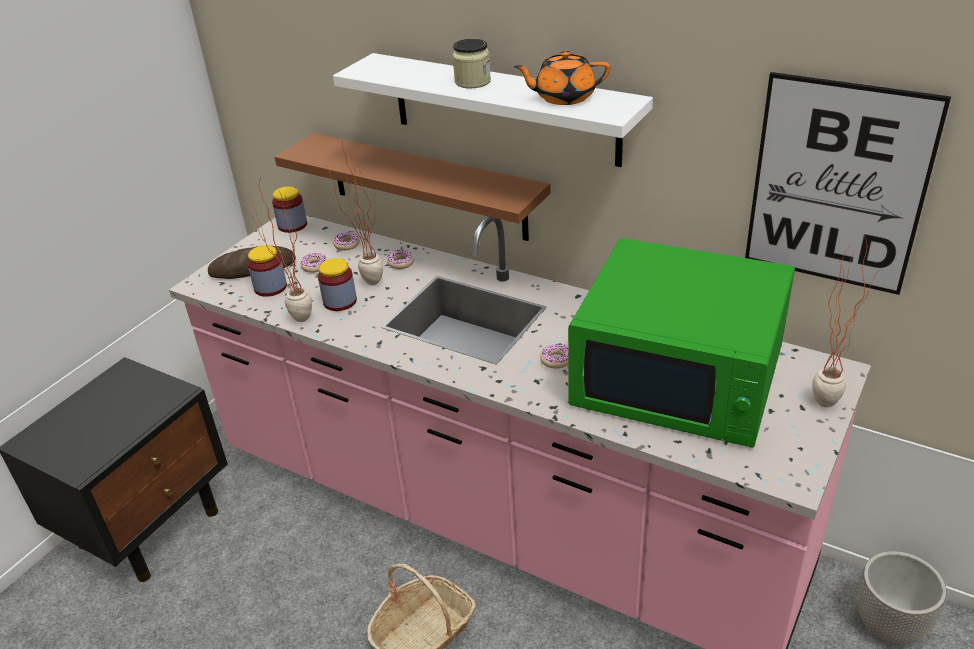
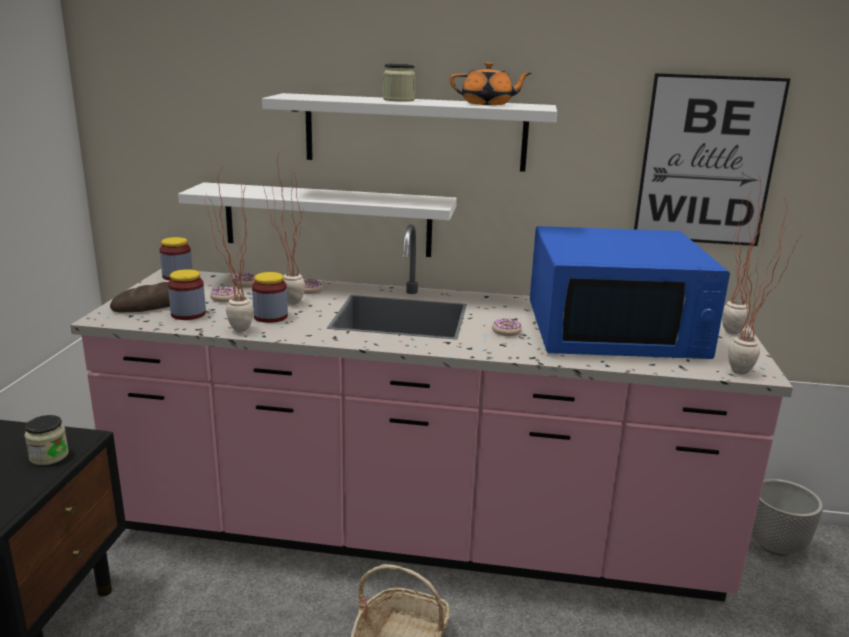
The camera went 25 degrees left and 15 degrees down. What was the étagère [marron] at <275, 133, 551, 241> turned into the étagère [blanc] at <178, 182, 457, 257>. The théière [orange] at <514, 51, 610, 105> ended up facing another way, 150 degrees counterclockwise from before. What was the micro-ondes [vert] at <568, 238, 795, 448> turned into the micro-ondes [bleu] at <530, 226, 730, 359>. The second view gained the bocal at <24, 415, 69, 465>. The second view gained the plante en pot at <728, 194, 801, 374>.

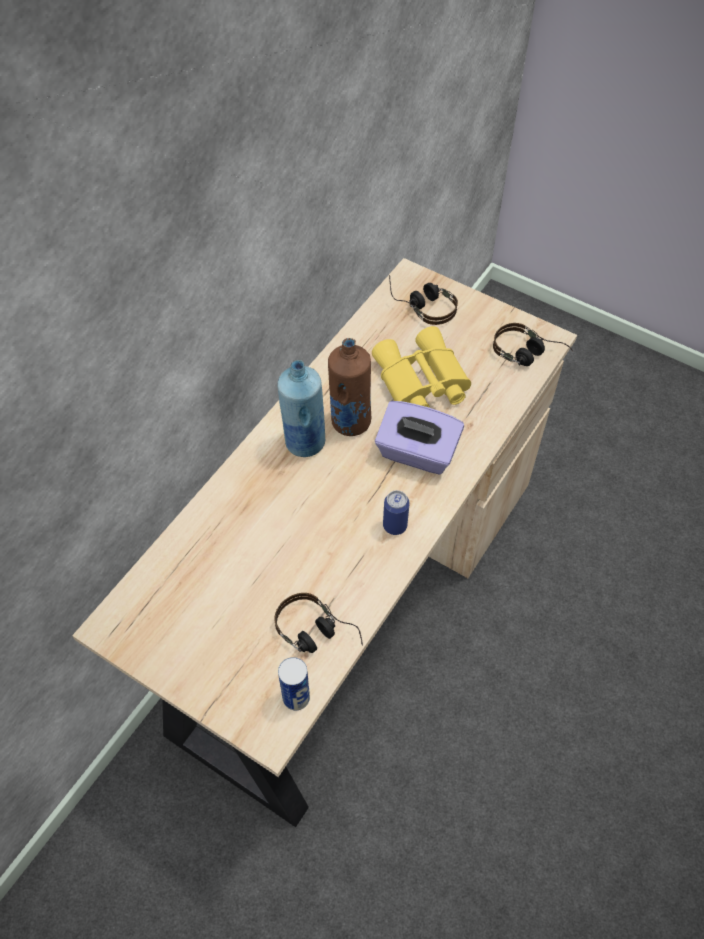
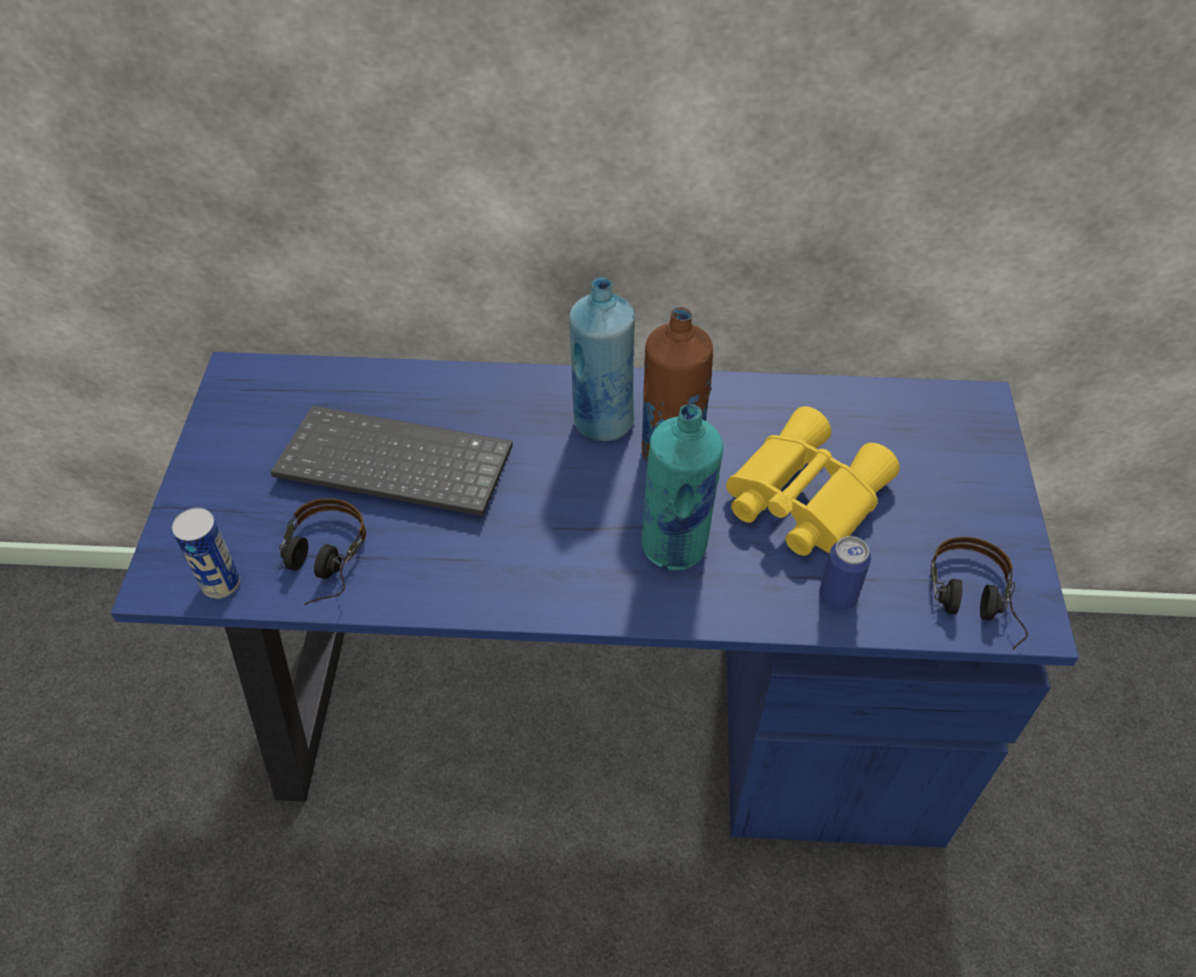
The camera went 60 degrees right and 5 degrees down. What was the bureau [beige] at <72, 258, 577, 827> turned into the bureau [bleu] at <111, 352, 1079, 848>. Where the boîte à mouchoirs [violet] stood at <375, 401, 464, 475>, the bouteille [turquoise] came to stand at <642, 404, 723, 570>. The boîte métallique ended up elsewhere, having gone from <383, 490, 410, 535> to <819, 536, 871, 610>. The second view lost the casque audio at <389, 275, 458, 325>. The second view gained the clavier at <271, 406, 513, 516>.

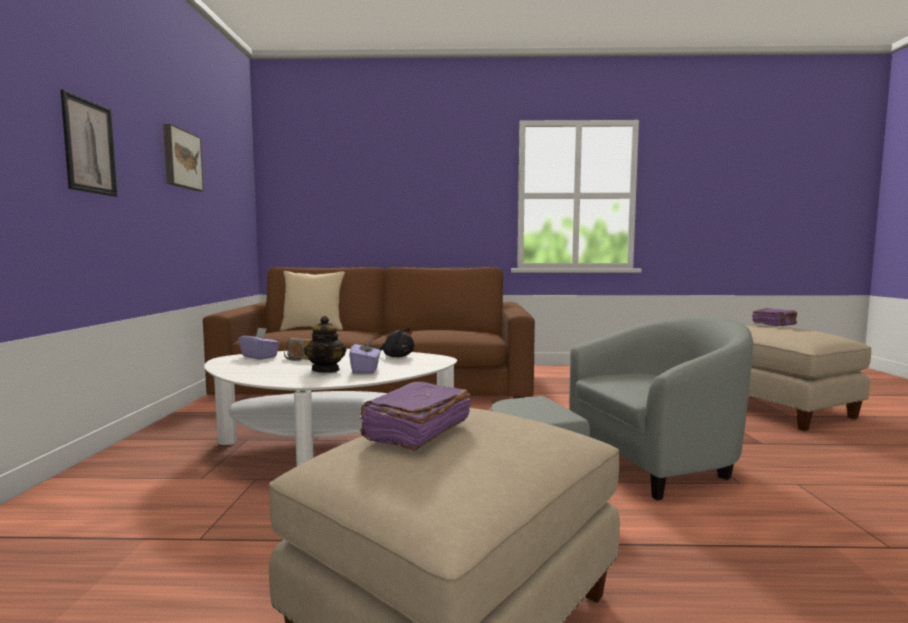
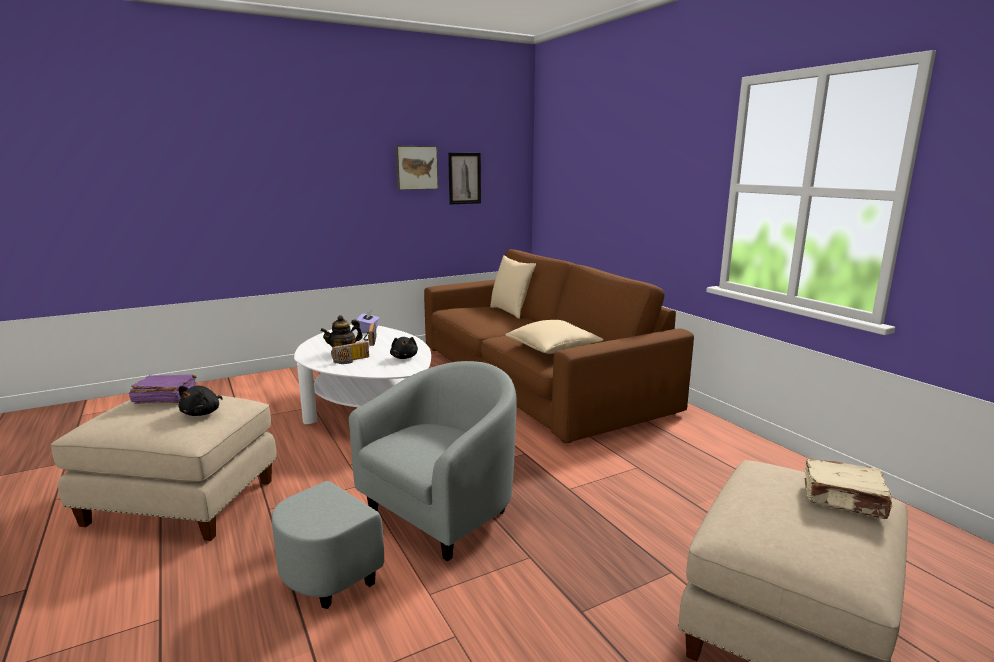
The camera went 60 degrees right and 10 degrees up. The tableau ended up elsewhere, having gone from <60, 90, 117, 197> to <448, 153, 481, 204>. Where the boîte à mouchoirs [violet] stood at <349, 338, 381, 374>, the radio came to stand at <331, 341, 369, 364>. The fauteuil [gris] at <491, 316, 753, 500> ended up facing another way, 90 degrees counterclockwise from before. What was the livre [violet] at <752, 308, 797, 326> turned into the livre [beige] at <804, 458, 893, 519>. The second view gained the peluche [noir] at <178, 386, 223, 416>. The second view gained the coussin [beige] at <505, 320, 603, 354>.

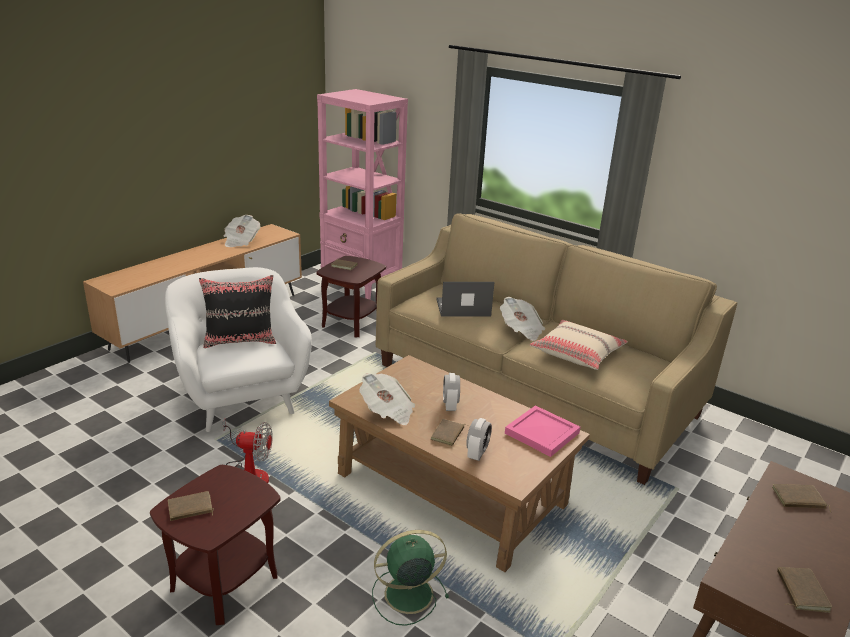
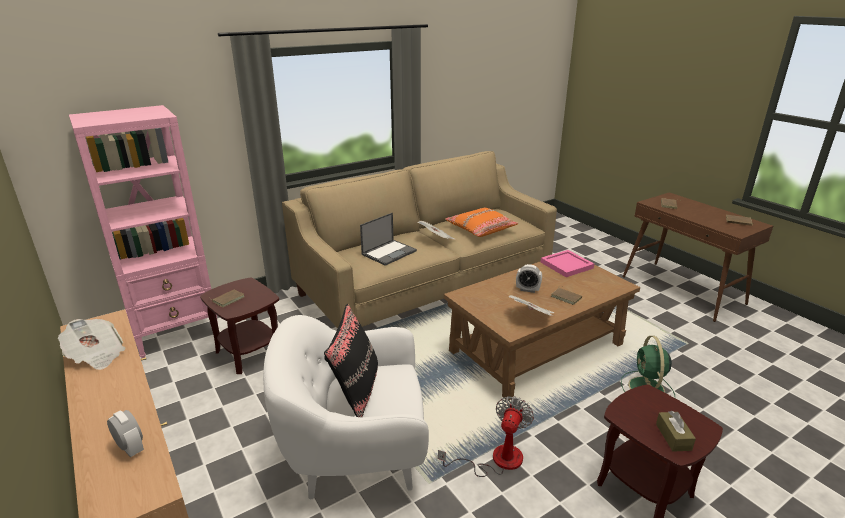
The camera went 70 degrees left and 0 degrees up. Where the livre [marron] stood at <168, 491, 214, 521>, the boîte à mouchoirs [marron] came to stand at <656, 411, 696, 452>. The ordinateur portable at <436, 282, 494, 317> ended up facing another way, 150 degrees counterclockwise from before. The réveil ended up elsewhere, having gone from <466, 418, 492, 461> to <107, 410, 144, 457>. What was the coussin [beige] at <529, 320, 628, 370> turned into the coussin [orange] at <445, 208, 519, 237>.

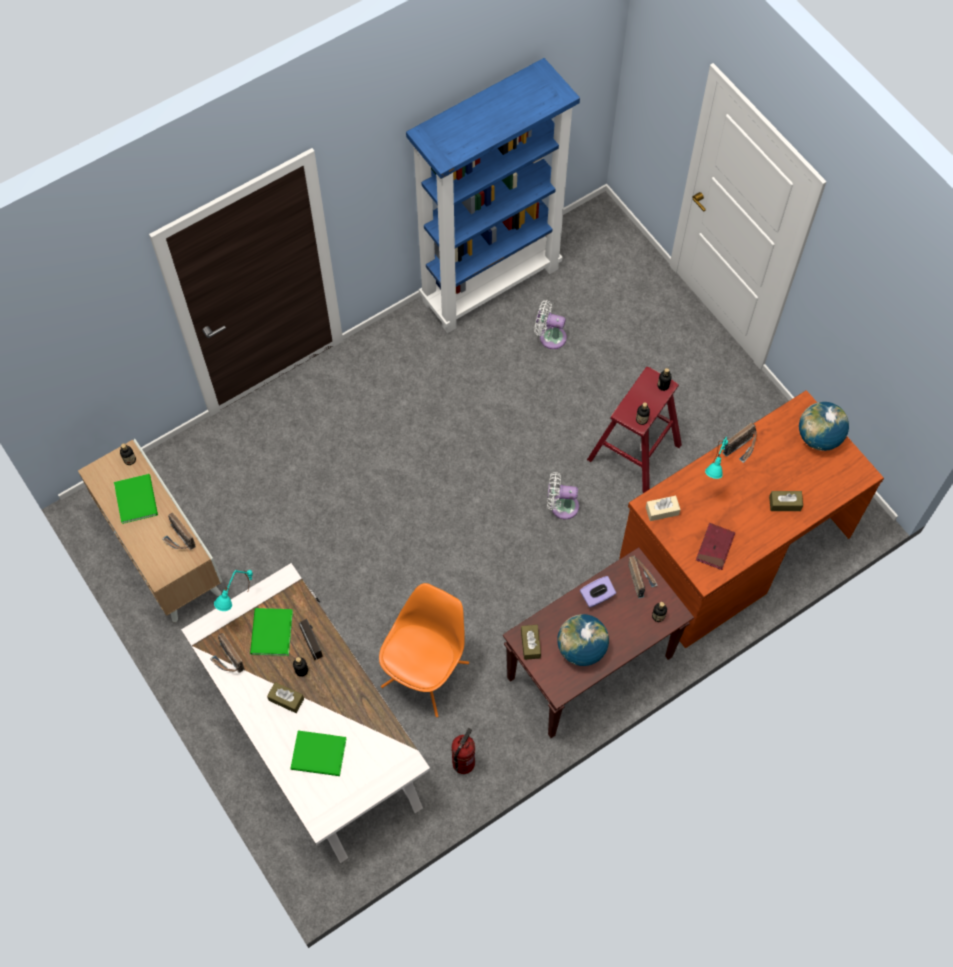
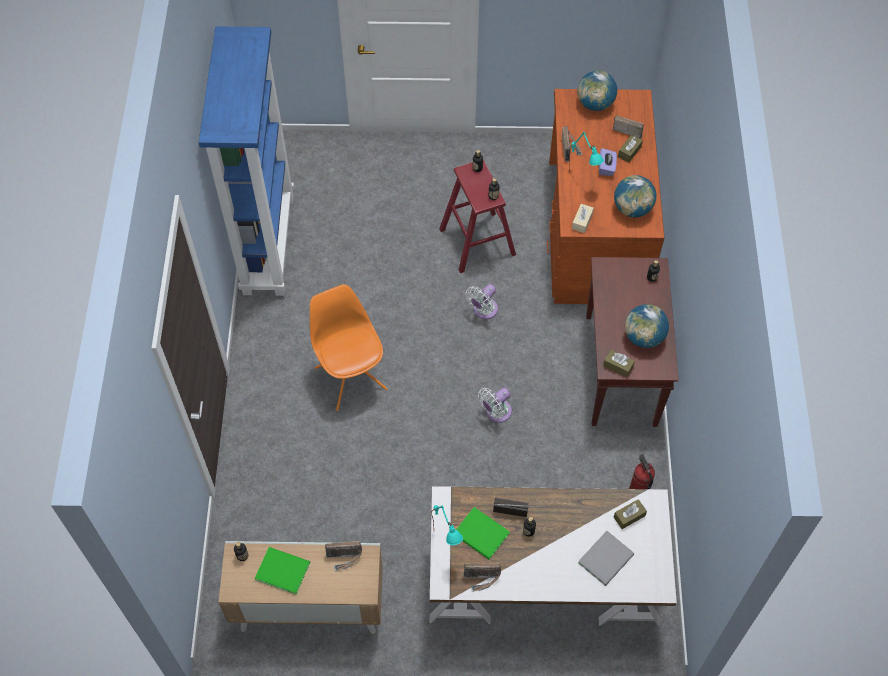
The camera went 55 degrees left and 5 degrees down. The boîte à mouchoirs [marron] ended up elsewhere, having gone from <267, 682, 304, 713> to <614, 499, 647, 529>. What was the livre [vert] at <291, 730, 347, 776> turned into the livre [gris] at <578, 531, 634, 586>. The chaise [orange] ended up elsewhere, having gone from <379, 583, 469, 717> to <310, 284, 388, 411>. The ventilateur [blanc] ended up elsewhere, having gone from <534, 300, 567, 349> to <478, 388, 512, 423>. The boîte à mouchoirs [violet] ended up elsewhere, having gone from <580, 576, 616, 608> to <599, 148, 617, 176>. The radio ended up elsewhere, having gone from <628, 555, 658, 599> to <613, 115, 644, 138>. Where the livre [rouge] stood at <696, 523, 735, 570>, the globe came to stand at <614, 175, 656, 217>.

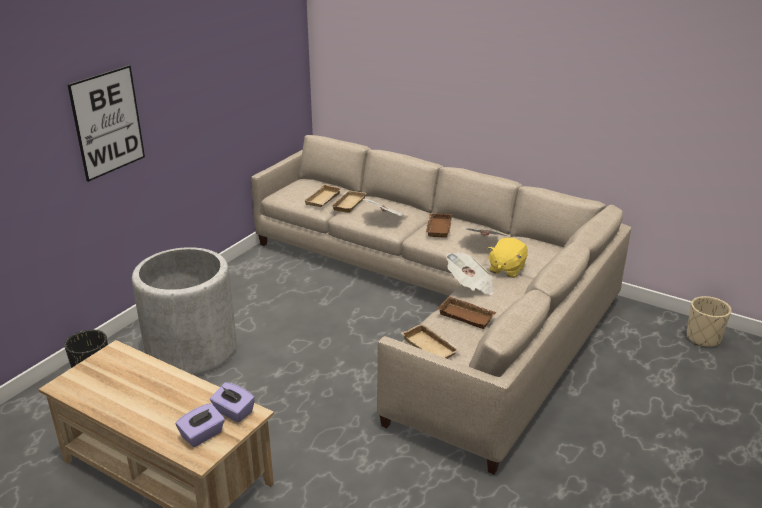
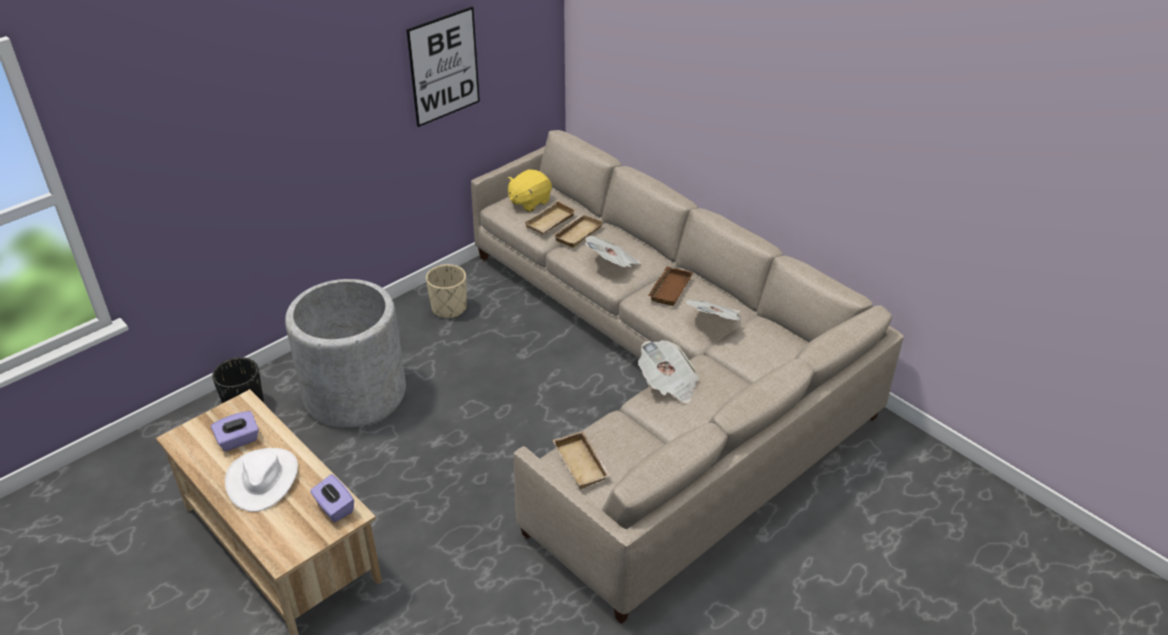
The camera went 15 degrees right and 10 degrees up. The tableau ended up elsewhere, having gone from <67, 65, 145, 182> to <406, 7, 480, 127>. The boîte à mouchoirs [violet] ended up elsewhere, having gone from <176, 403, 225, 447> to <211, 411, 259, 451>. The second view lost the plateau [marron] at <437, 296, 497, 329>. The peluche [jaune] ended up elsewhere, having gone from <487, 238, 528, 278> to <507, 169, 552, 212>. The cache-pot [beige] ended up elsewhere, having gone from <687, 296, 731, 347> to <426, 264, 467, 318>. The second view gained the chapeau [blanc] at <225, 448, 298, 512>.

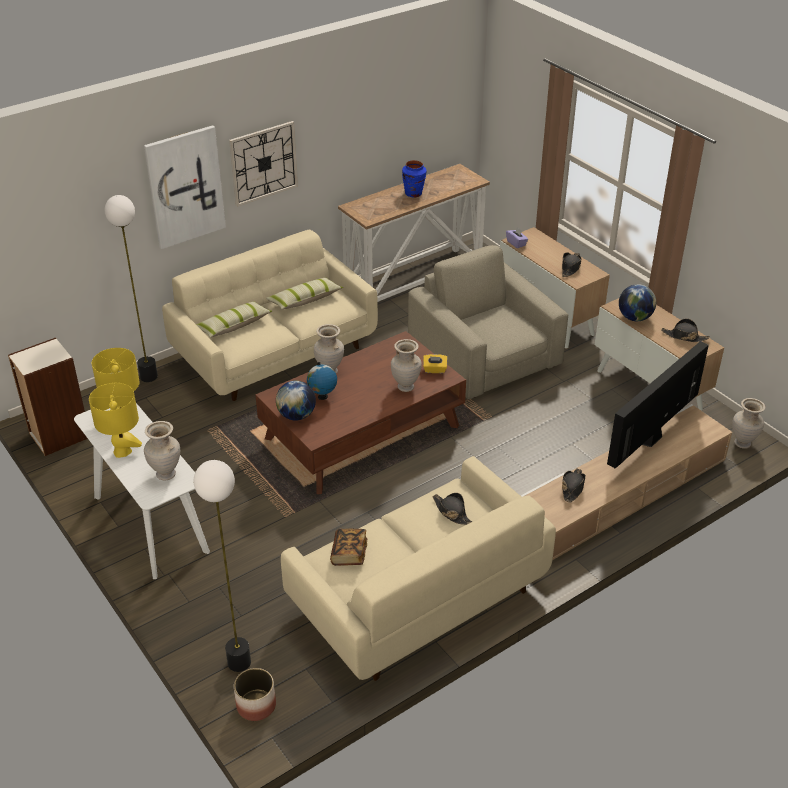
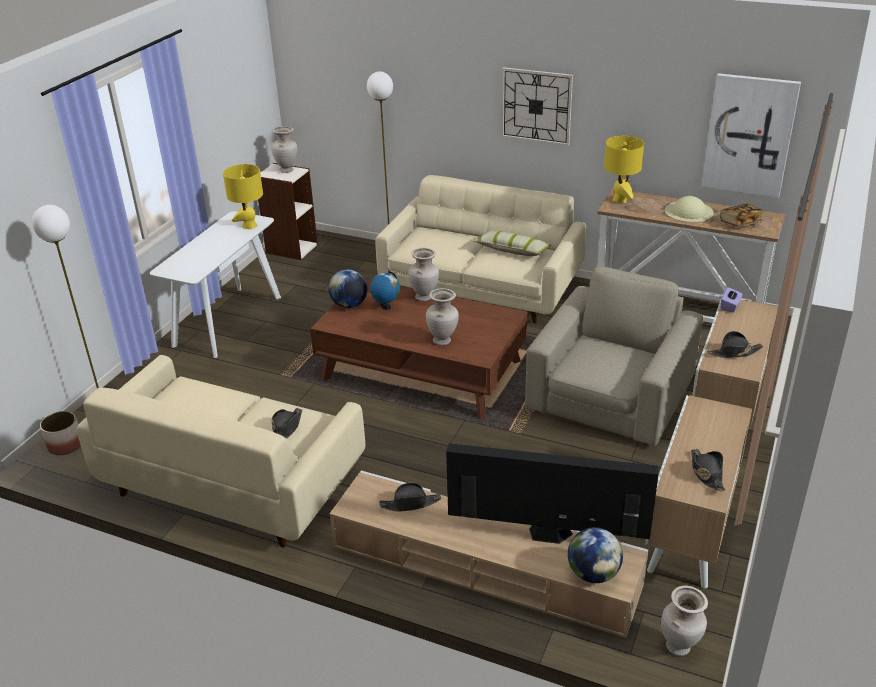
The camera went 60 degrees right and 5 degrees down. The lampe de table [jaune] ended up elsewhere, having gone from <89, 383, 142, 458> to <604, 136, 644, 203>. The tableau ended up elsewhere, having gone from <144, 125, 226, 249> to <702, 73, 801, 198>. The vase [beige] ended up elsewhere, having gone from <144, 421, 180, 480> to <271, 126, 298, 173>. The second view lost the coussin at <196, 301, 272, 338>. The livre ended up elsewhere, having gone from <330, 529, 367, 566> to <720, 204, 763, 227>. Where the vase [bleu] stood at <402, 160, 426, 197>, the chapeau [beige] came to stand at <665, 196, 714, 223>. The second view lost the boîte à mouchoirs [jaune] at <423, 354, 447, 373>. The globe ended up elsewhere, having gone from <619, 284, 656, 321> to <568, 527, 623, 583>.

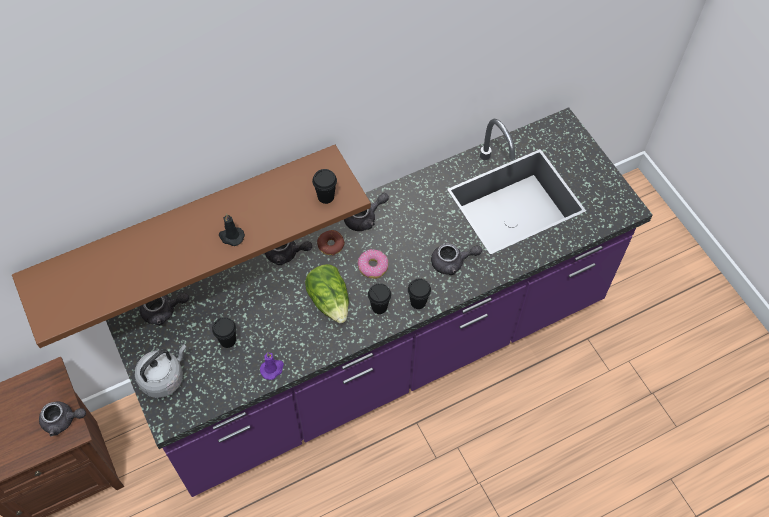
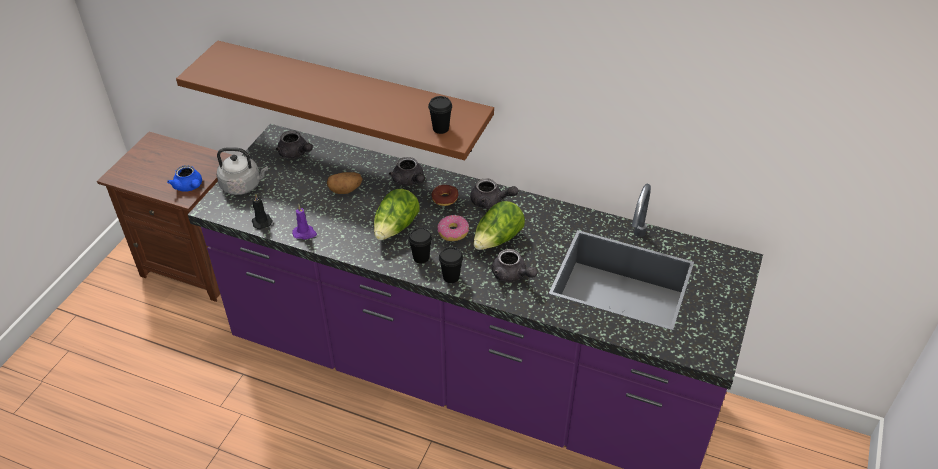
The camera went 50 degrees right and 15 degrees down. What was the théière [gris] at <39, 402, 86, 437> turned into the théière [bleu] at <167, 165, 202, 192>. The second view lost the tasse [noir] at <212, 317, 236, 348>. The bougie [noir] ended up elsewhere, having gone from <219, 214, 245, 246> to <252, 193, 273, 229>. The second view gained the pomme de terre at <327, 172, 363, 194>. The second view gained the laitue at <473, 201, 525, 250>.

